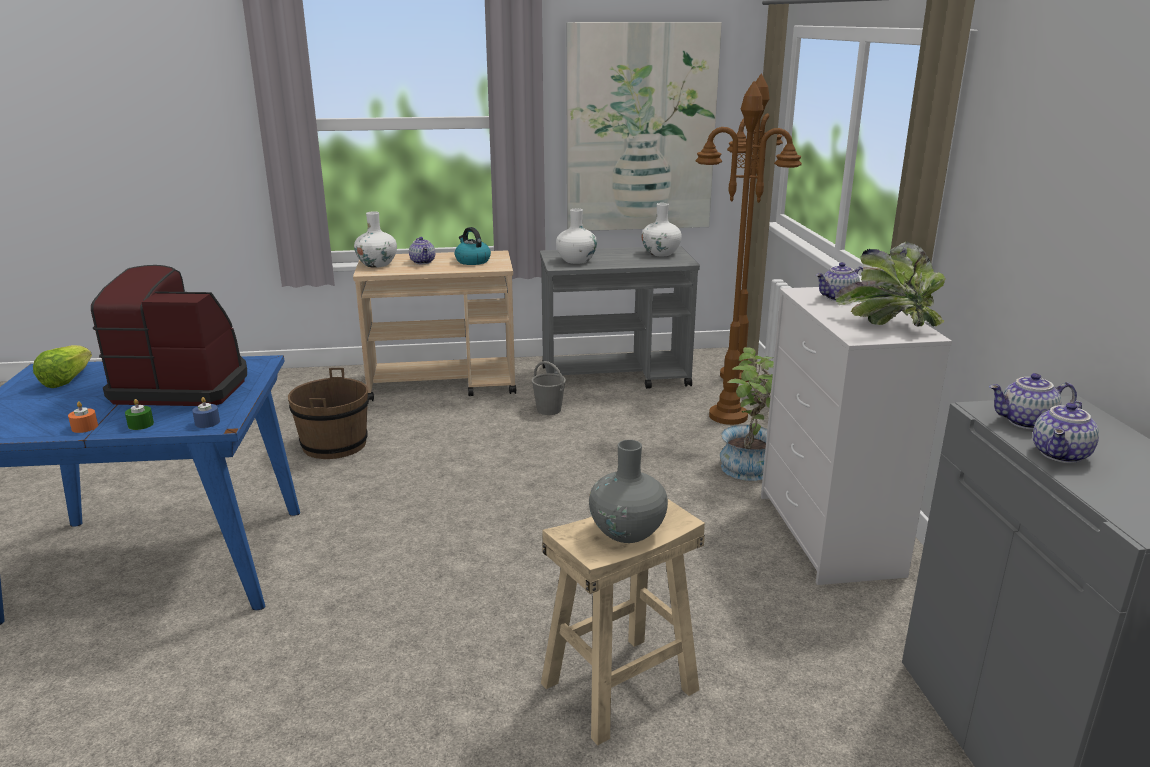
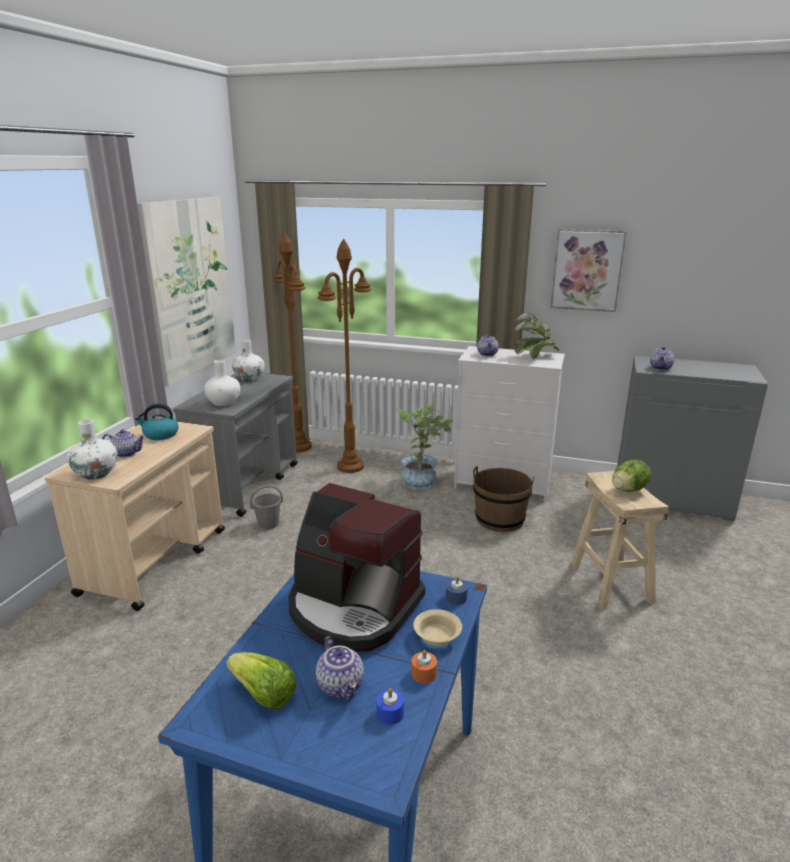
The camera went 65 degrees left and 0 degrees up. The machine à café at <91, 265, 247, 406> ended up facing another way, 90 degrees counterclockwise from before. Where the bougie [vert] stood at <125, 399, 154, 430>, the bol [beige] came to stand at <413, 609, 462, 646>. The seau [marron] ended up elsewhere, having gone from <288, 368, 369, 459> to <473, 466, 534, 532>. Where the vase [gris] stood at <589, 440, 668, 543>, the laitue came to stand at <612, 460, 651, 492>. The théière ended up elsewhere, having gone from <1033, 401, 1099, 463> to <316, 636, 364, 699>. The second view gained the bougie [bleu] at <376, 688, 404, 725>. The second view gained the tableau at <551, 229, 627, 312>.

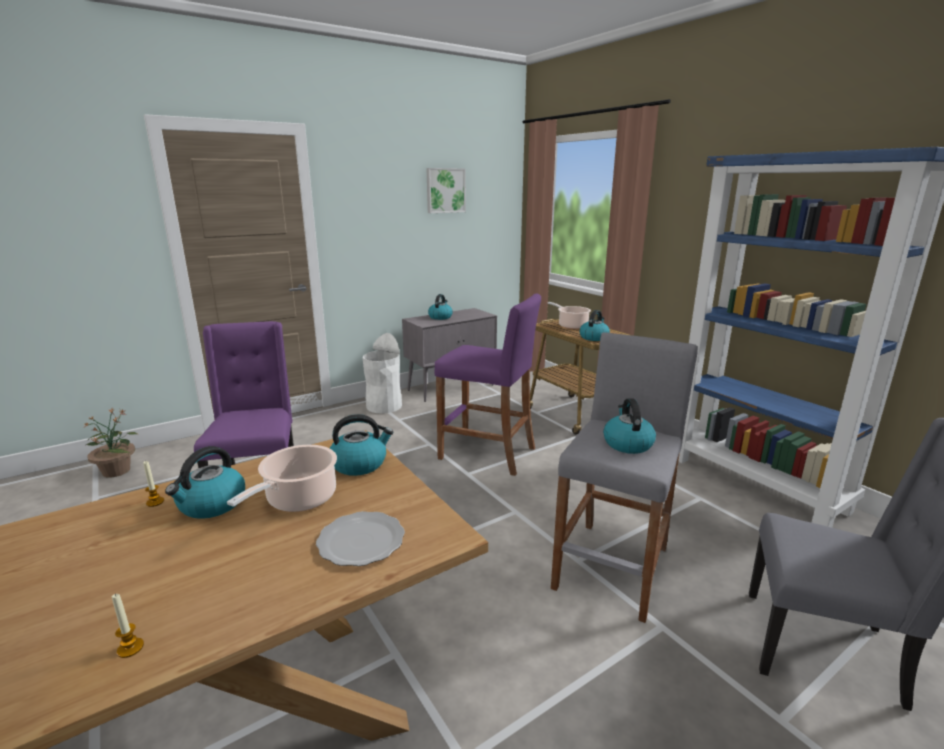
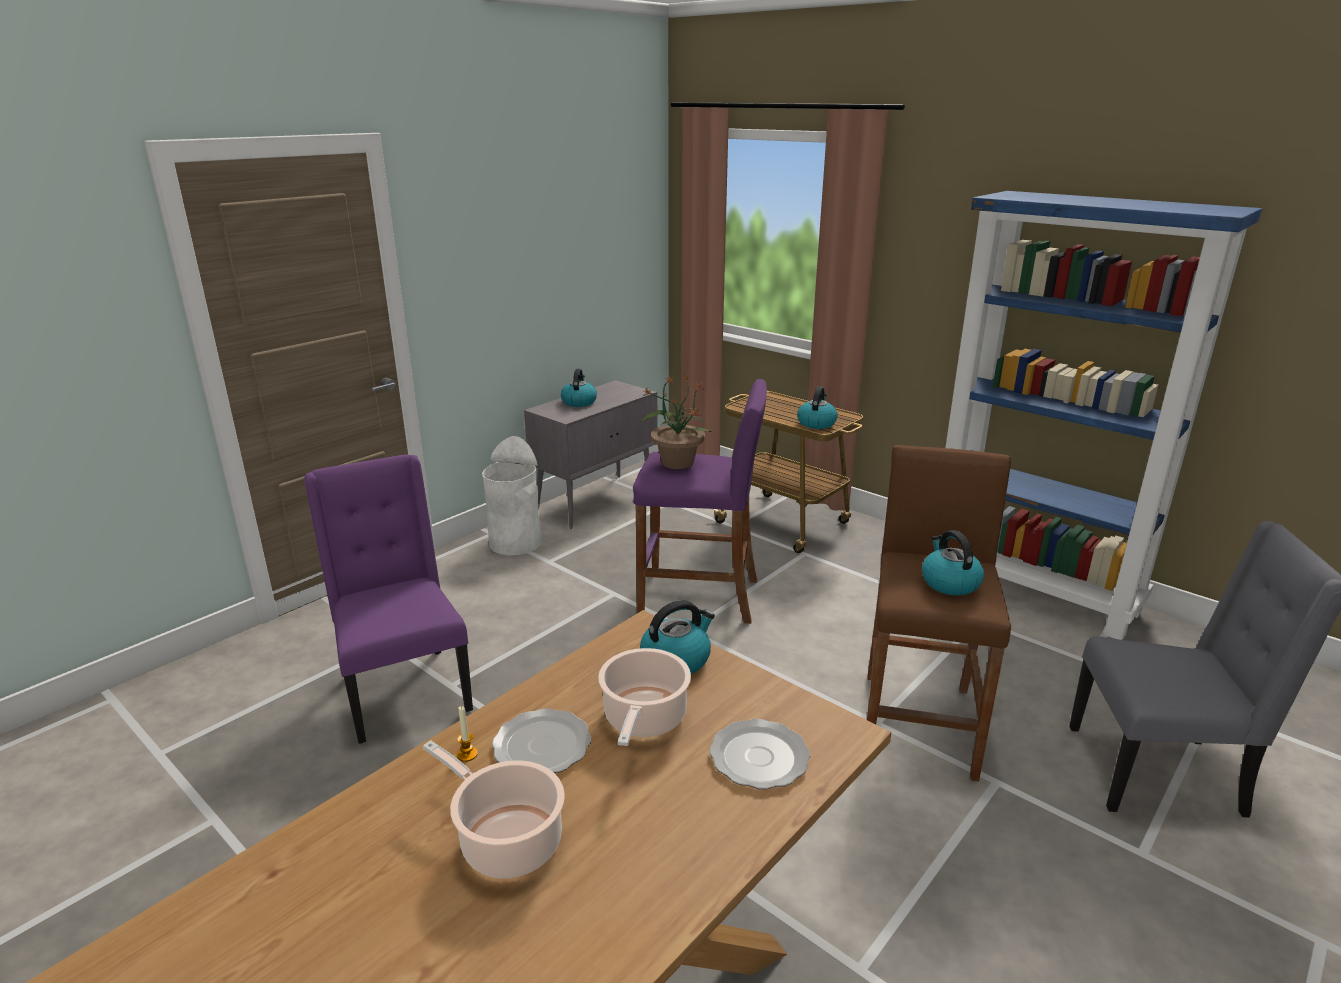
The camera went 15 degrees left and 5 degrees up. The plante en pot ended up elsewhere, having gone from <83, 409, 138, 478> to <640, 375, 711, 469>. The second view lost the bougie at <112, 594, 144, 658>. Where the bouilloire stood at <165, 446, 245, 519>, the assiette came to stand at <492, 708, 591, 773>. The second view lost the tableau at <426, 168, 466, 213>. The marmite ended up elsewhere, having gone from <548, 302, 591, 329> to <423, 740, 565, 878>. What was the tabouret [gris] at <551, 332, 698, 623> turned into the tabouret [marron] at <867, 445, 1011, 782>.

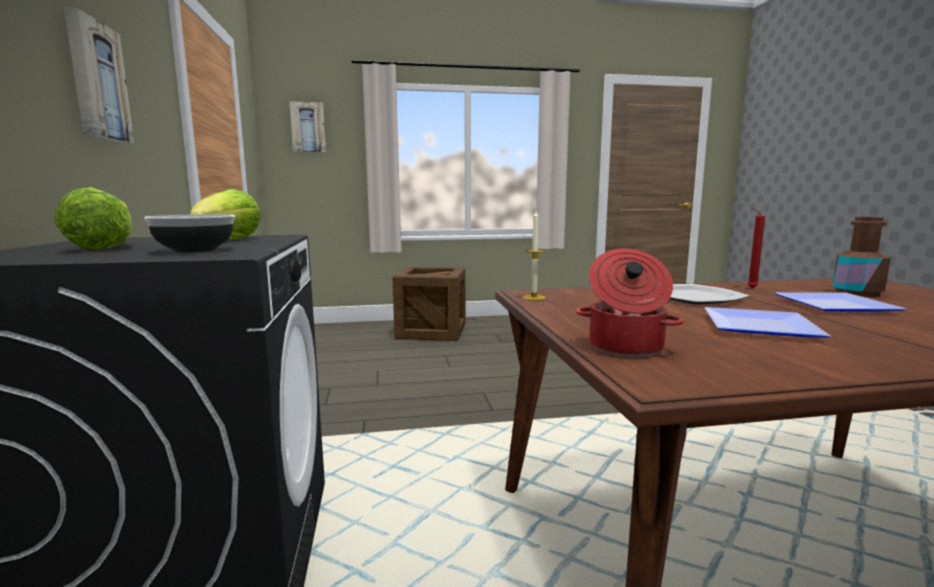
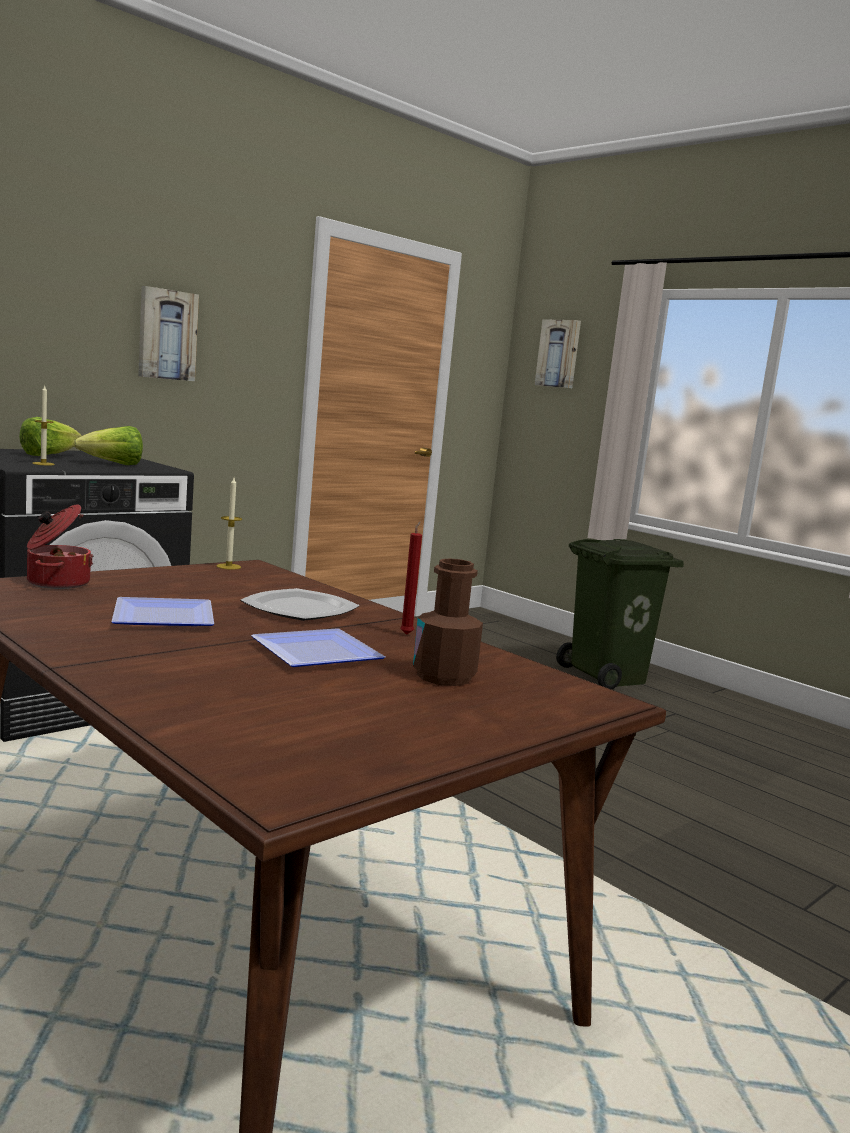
The camera went 55 degrees right and 0 degrees up. Where the bol stood at <144, 214, 235, 253>, the bougie came to stand at <32, 386, 55, 465>. Where the caisse stood at <392, 267, 466, 341>, the poubelle [vert] came to stand at <556, 539, 684, 690>.

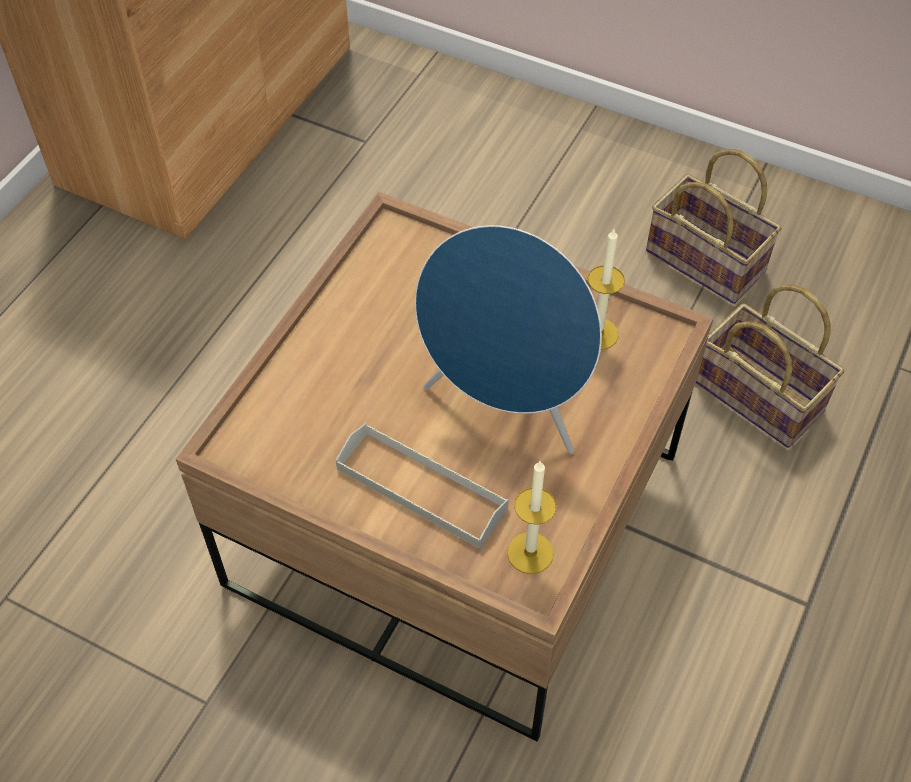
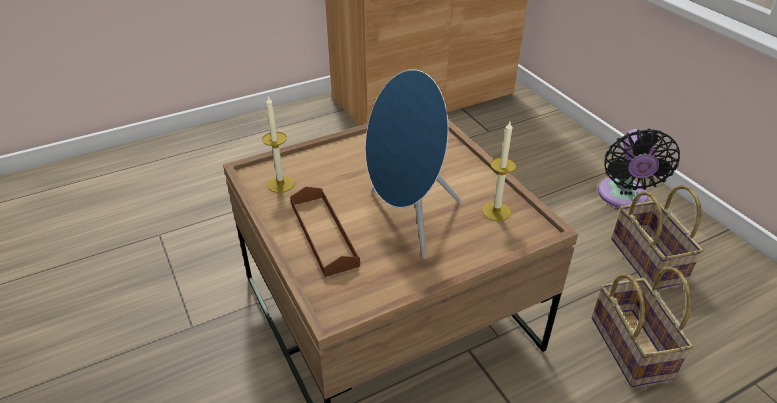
The camera went 35 degrees right and 15 degrees down. What was the plateau [gris] at <336, 423, 509, 549> turned into the plateau [marron] at <290, 187, 360, 277>. The bougie ended up elsewhere, having gone from <507, 460, 556, 574> to <262, 96, 295, 193>. The second view gained the ventilateur [noir] at <598, 129, 680, 208>.

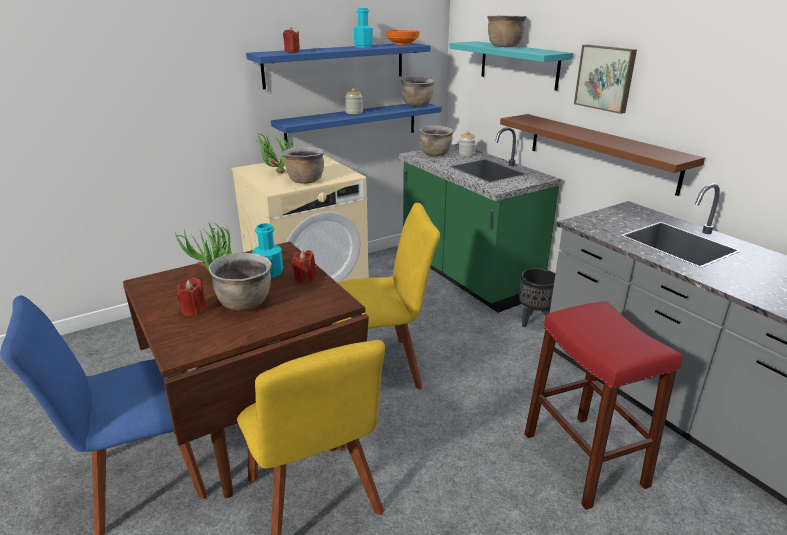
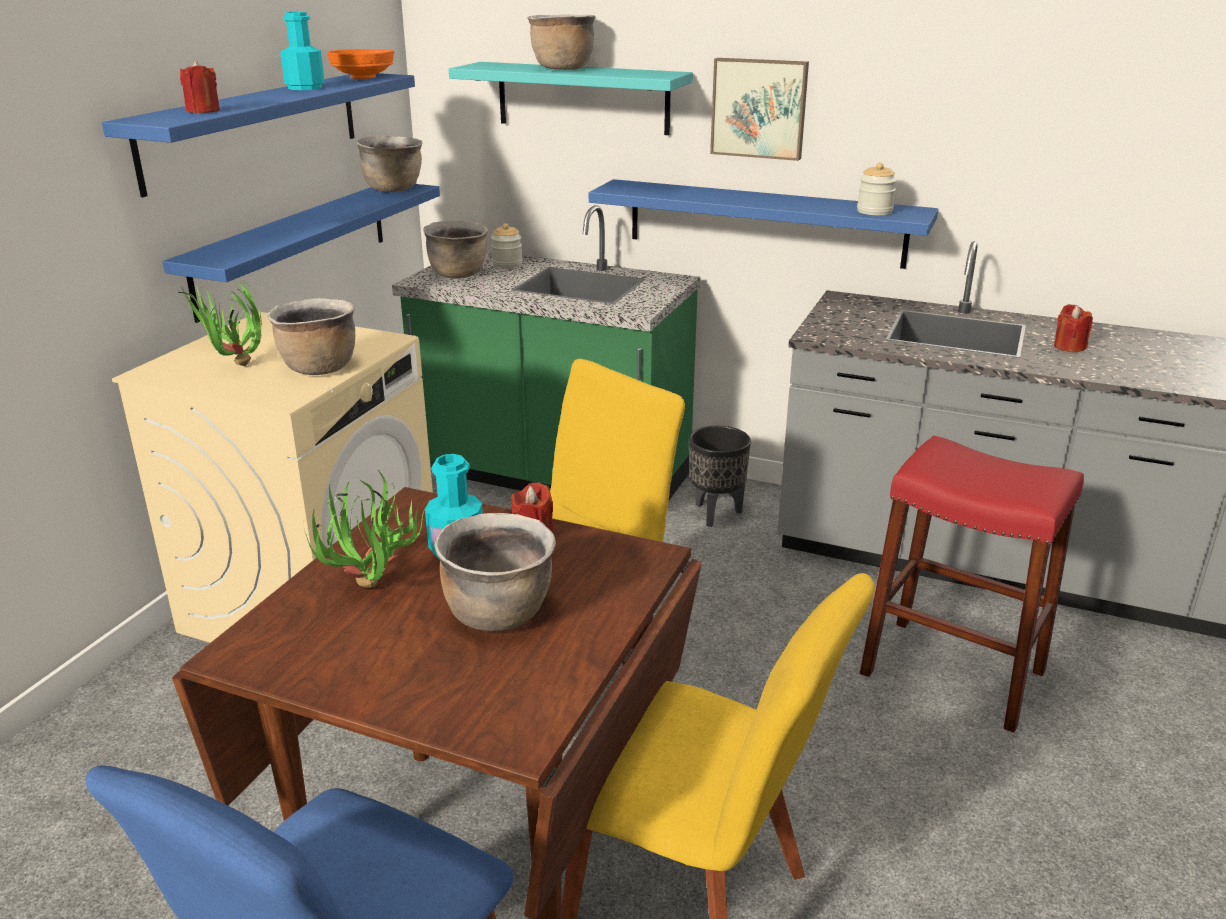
The camera went 35 degrees left and 0 degrees up. The bougie [rouge] ended up elsewhere, having gone from <177, 278, 206, 316> to <1054, 304, 1093, 352>. The bocal ended up elsewhere, having gone from <345, 88, 363, 114> to <857, 162, 897, 216>. What was the étagère [marron] at <500, 114, 705, 196> turned into the étagère [bleu] at <589, 179, 938, 269>.

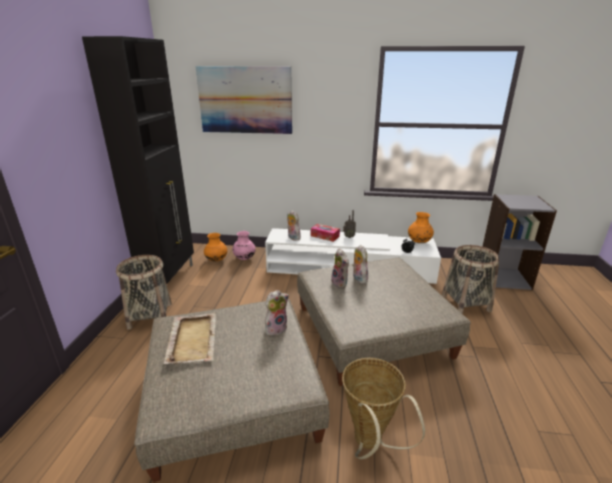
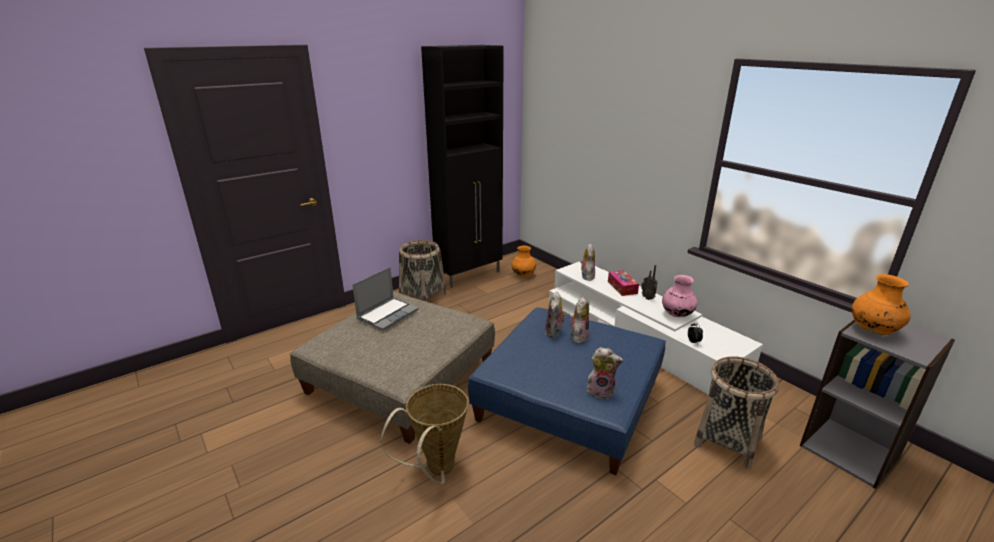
The camera went 45 degrees right and 0 degrees up. Where the plateau [beige] stood at <164, 313, 216, 364>, the ordinateur portable came to stand at <352, 267, 418, 331>. The second view lost the tableau at <195, 66, 292, 134>. The vase [rose] ended up elsewhere, having gone from <232, 231, 256, 260> to <662, 275, 698, 317>. The peluche ended up elsewhere, having gone from <265, 290, 289, 336> to <587, 347, 623, 399>. What was the pouf [beige] at <297, 258, 471, 386> turned into the pouf [bleu] at <468, 307, 666, 475>. The vase [orange] ended up elsewhere, having gone from <408, 212, 434, 243> to <852, 274, 911, 335>.

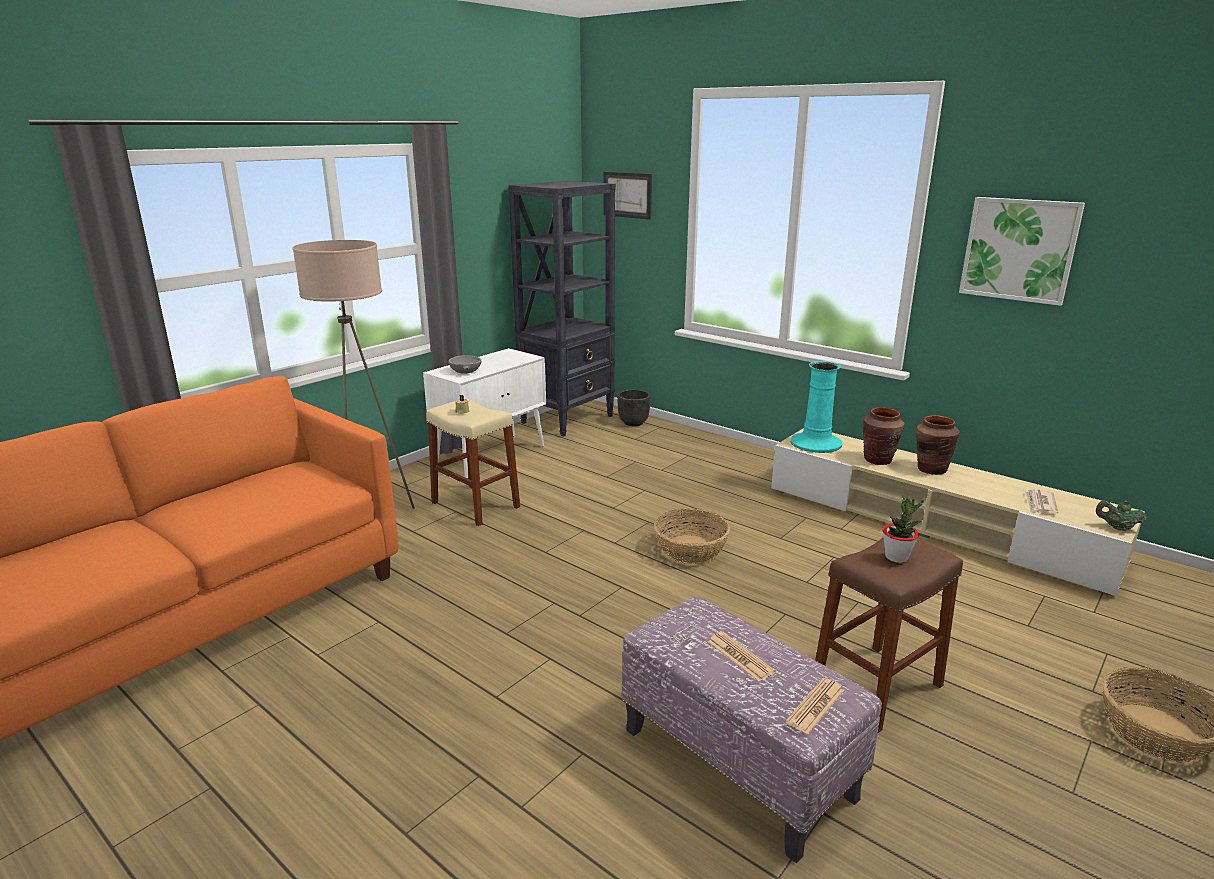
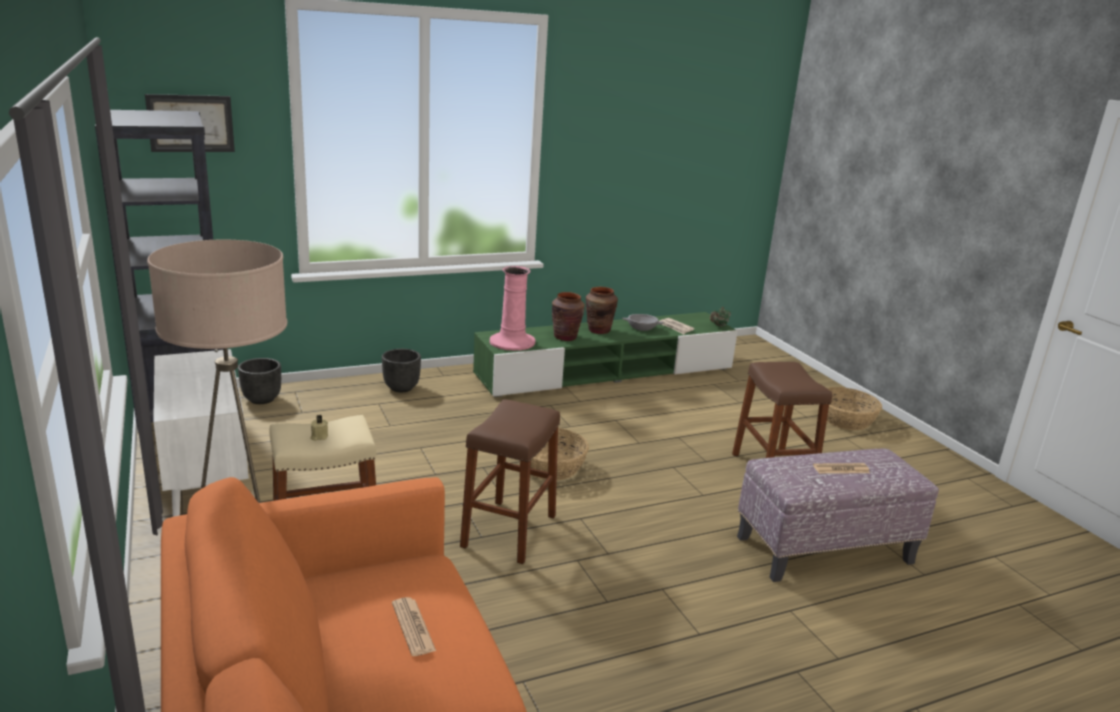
The camera went 65 degrees left and 0 degrees up. The bol [gris] ended up elsewhere, having gone from <448, 355, 481, 374> to <622, 314, 664, 331>. What was the meuble télé [beige] at <771, 428, 1145, 596> turned into the meuble télé [vert] at <473, 312, 738, 397>. The journal ended up elsewhere, having gone from <785, 678, 844, 735> to <392, 597, 436, 656>. What was the vase [turquoise] at <791, 361, 843, 453> turned into the vase [rose] at <489, 266, 535, 351>. The second view lost the plante en pot at <882, 497, 924, 563>. The second view lost the tableau at <959, 197, 1085, 306>. The second view gained the cache-pot [noir] at <382, 349, 421, 392>. The second view gained the tabouret [marron] at <460, 399, 560, 564>.

